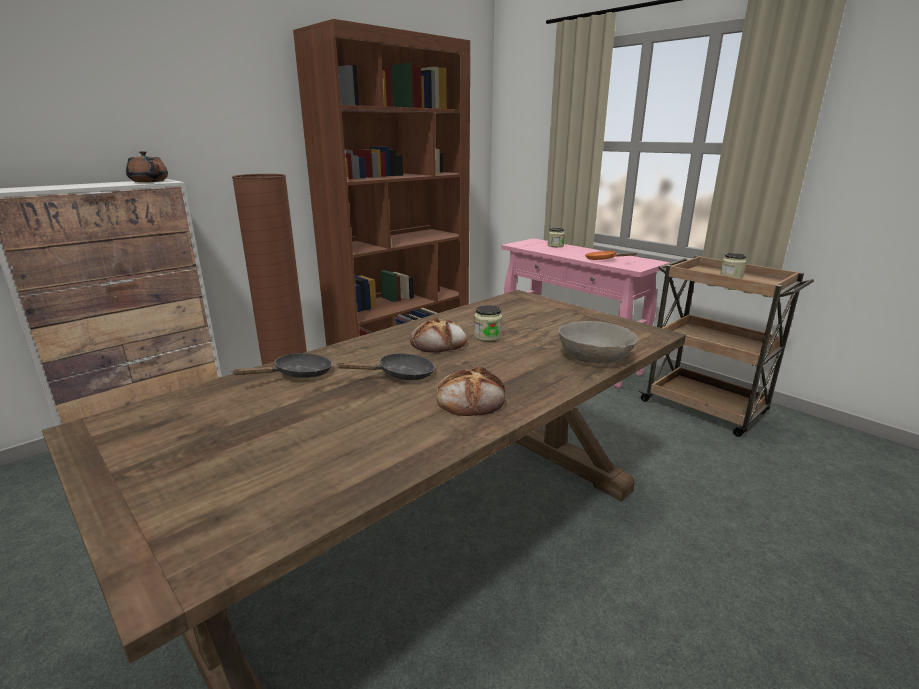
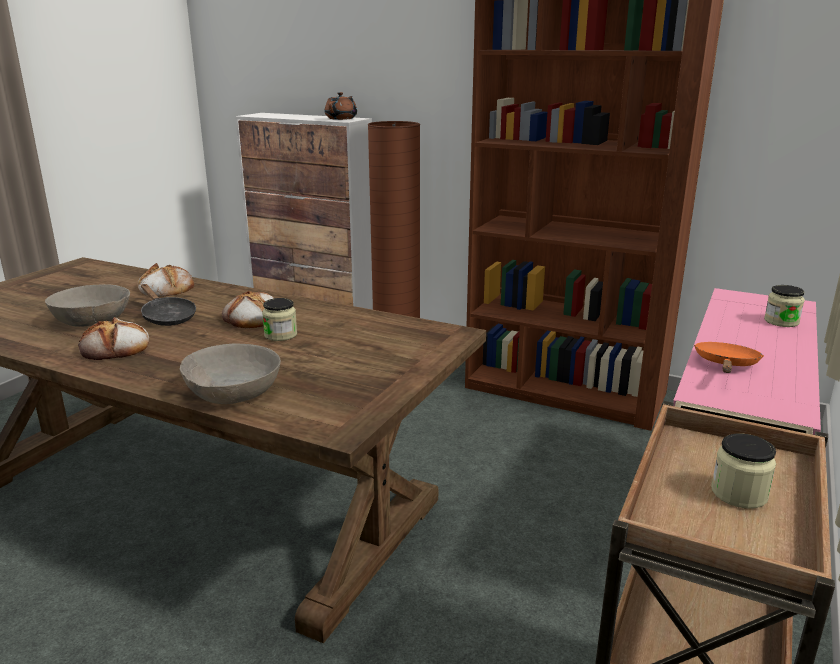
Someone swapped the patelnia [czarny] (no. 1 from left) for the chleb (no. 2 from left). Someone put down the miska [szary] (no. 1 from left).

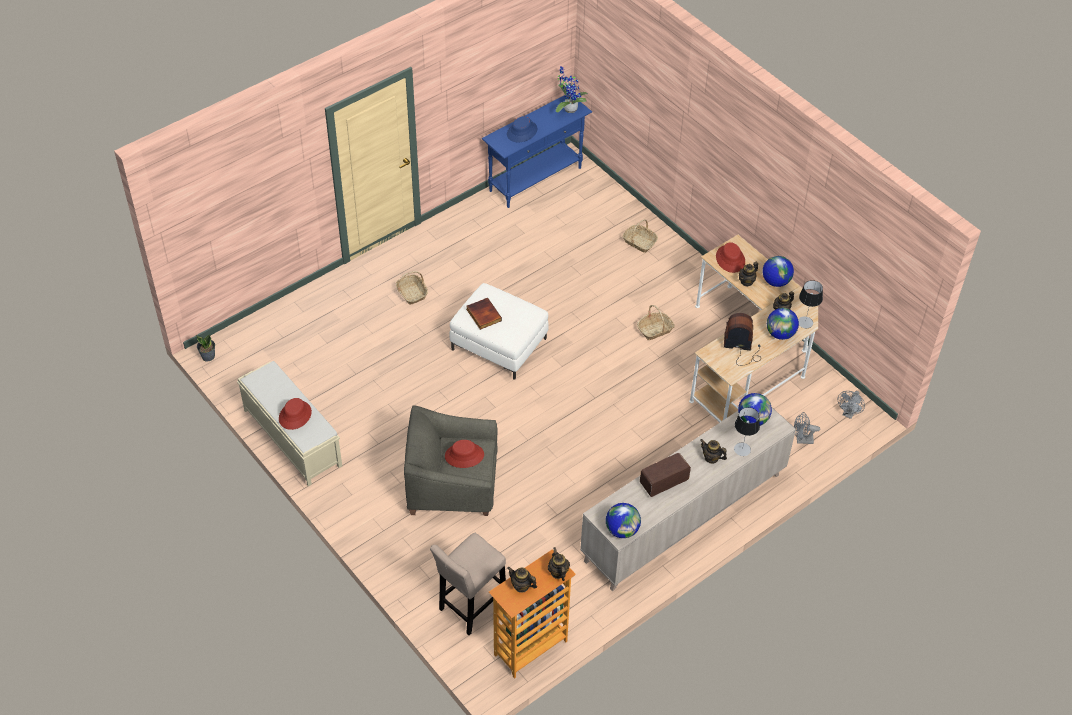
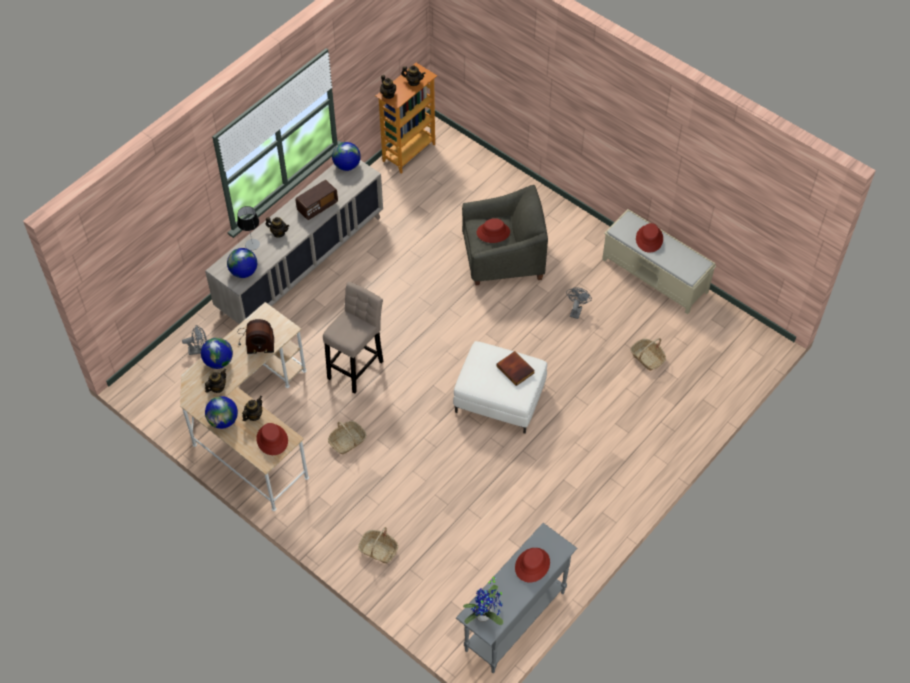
Someone repainted the stolik konsolowy [niebieski], which became the stolik konsolowy [szary]. Someone repainted the kapelusz [niebieski], which became the kapelusz [czerwony] (no. 3 from left). Someone carried the koszyk (no. 1 from left in the first image). Someone took away the lampa stołowa (no. 2 from left). Someone took away the roślina doniczkowa (no. 1 from left). Someone carried the wentylator [szary] (no. 2 from left). Someone carried the stołek [beżowy].

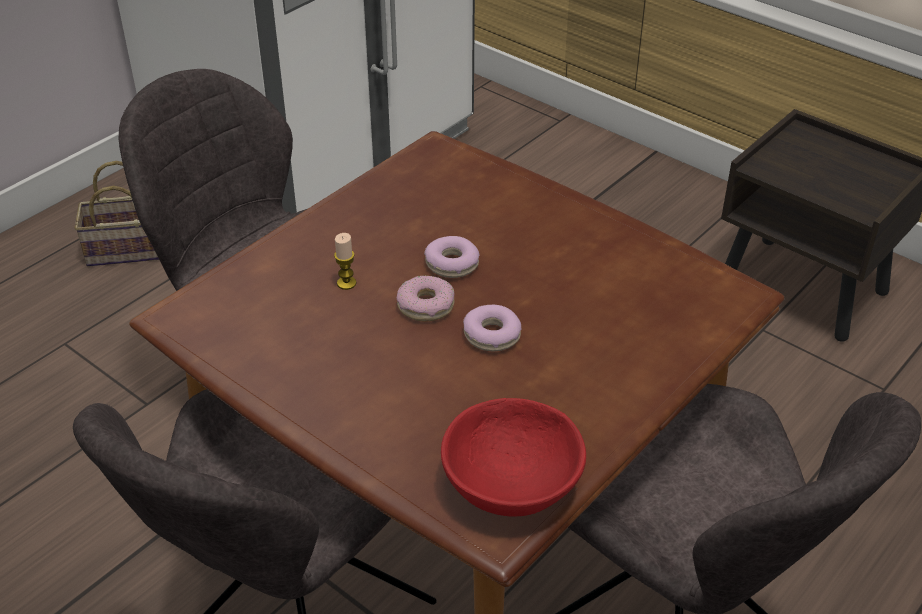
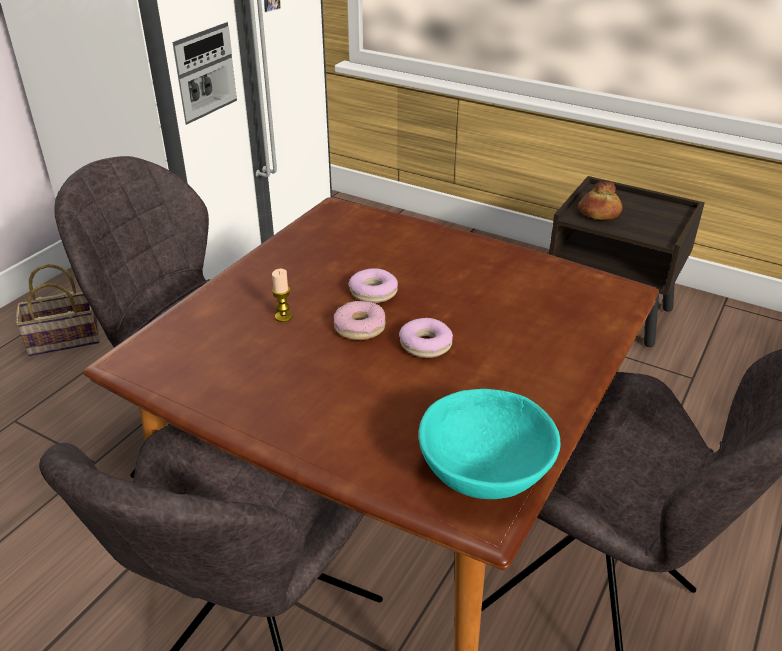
Someone repainted the miska [czerwony], which became the miska [turkusowy]. Someone put down the chleb.

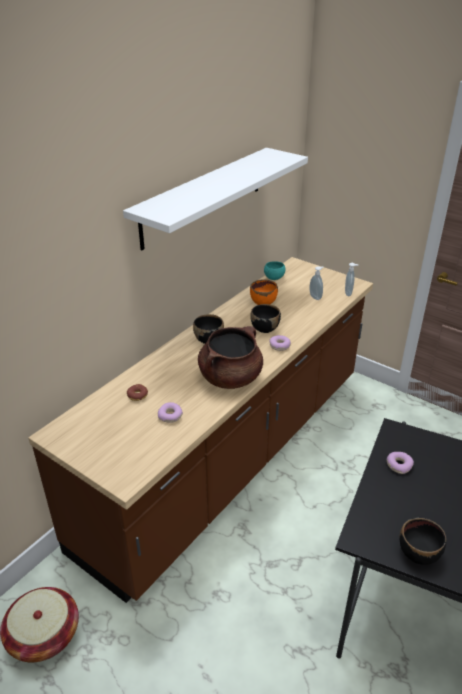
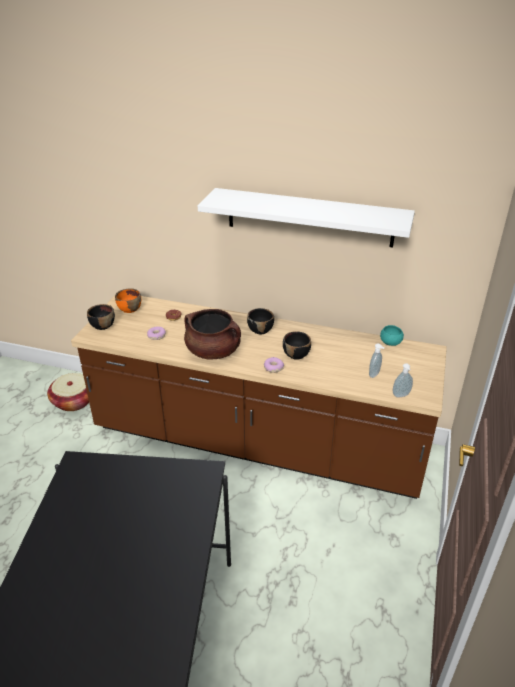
Someone carried the miska [pomarańczowy]. Someone took away the donut (no. 4 from left). Someone carried the miska [czarny] (no. 3 from left in the first image).

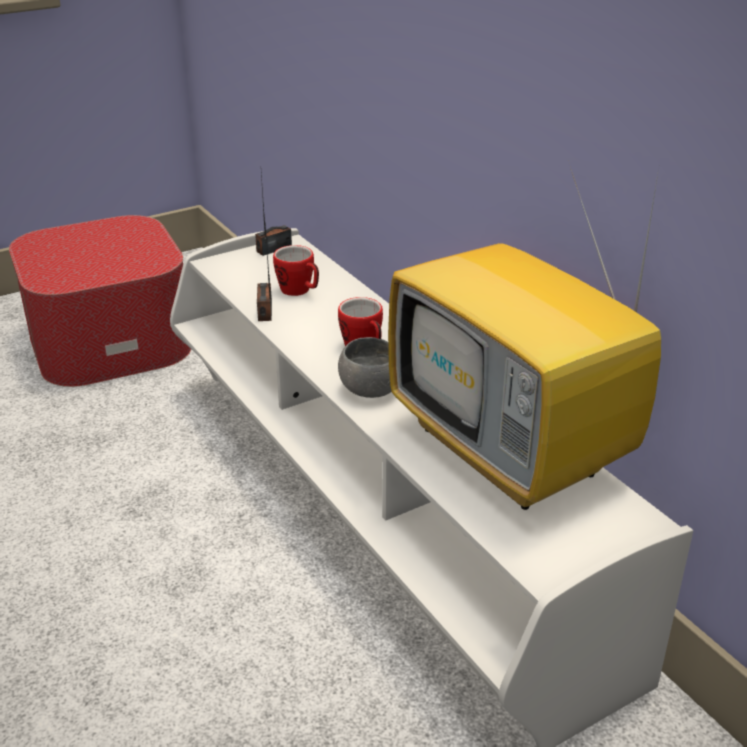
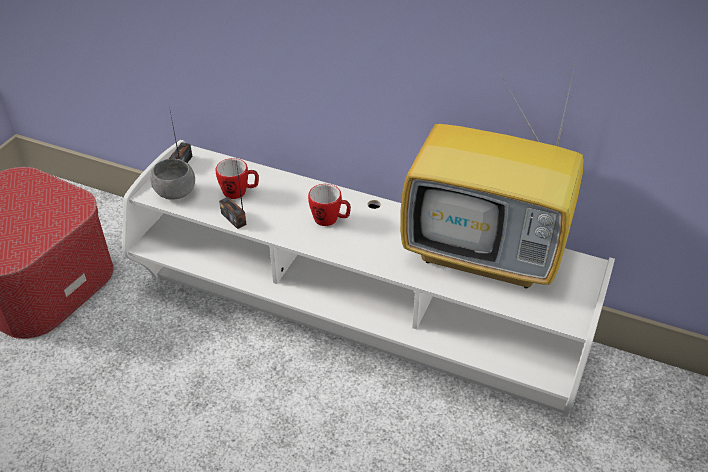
Someone carried the miska [szary].

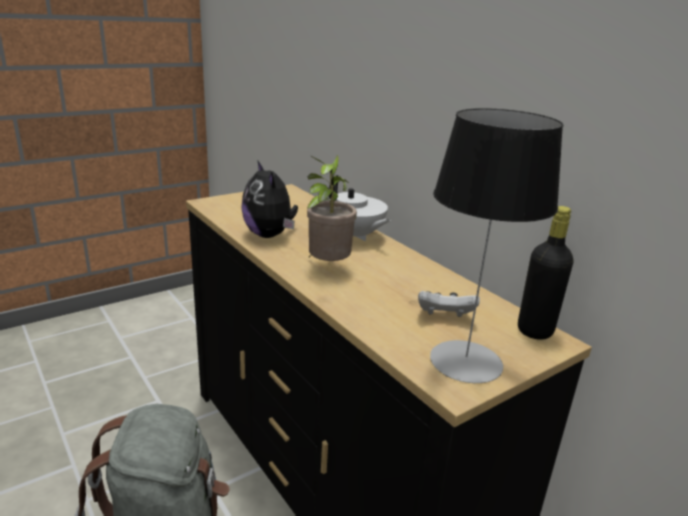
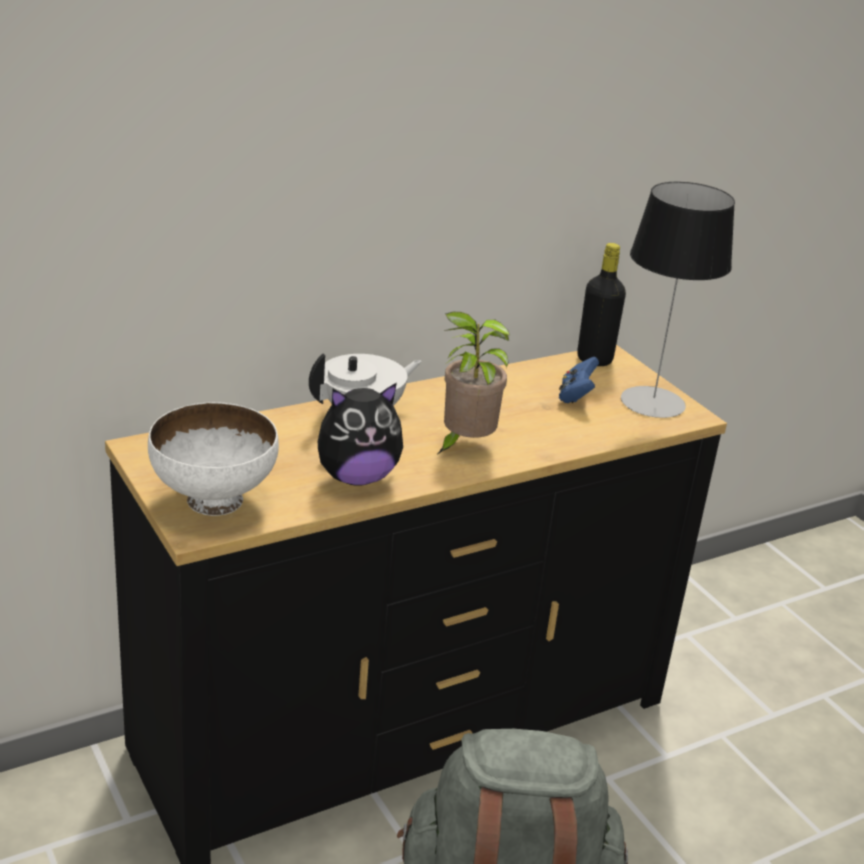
Someone repainted the pad do gier [biały], which became the pad do gier [niebieski]. Someone put down the miska [biały].

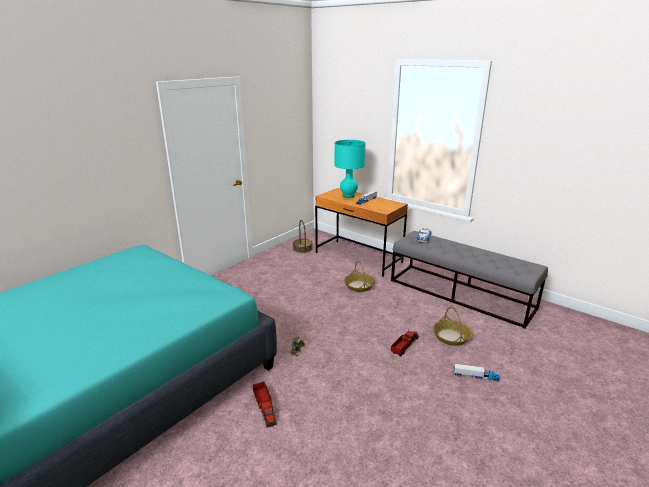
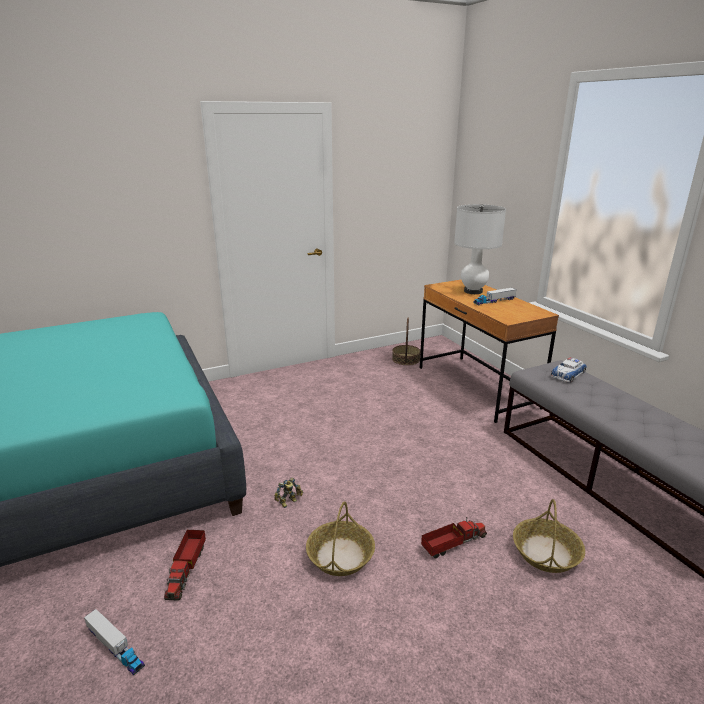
Someone repainted the lampa stołowa [turkusowy], which became the lampa stołowa [biały]. Someone carried the koszyk (no. 2 from left in the first image). Someone carried the ciężarówka zabawkowa (no. 4 from left in the first image).

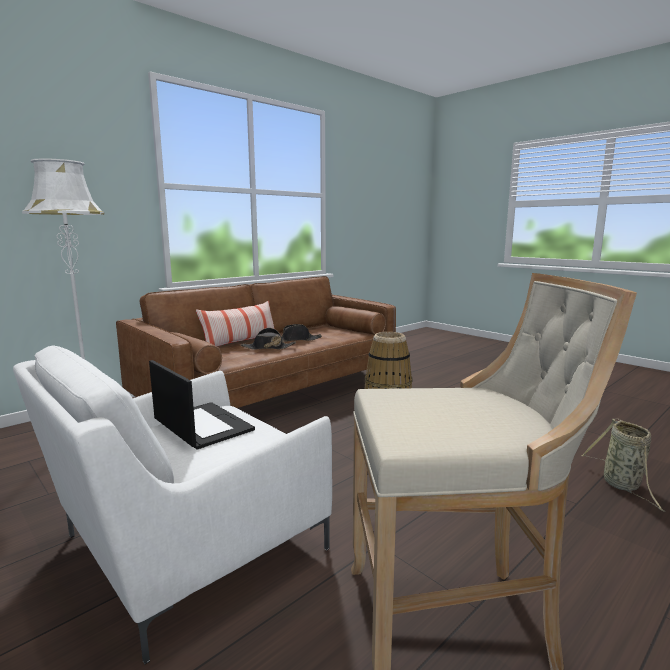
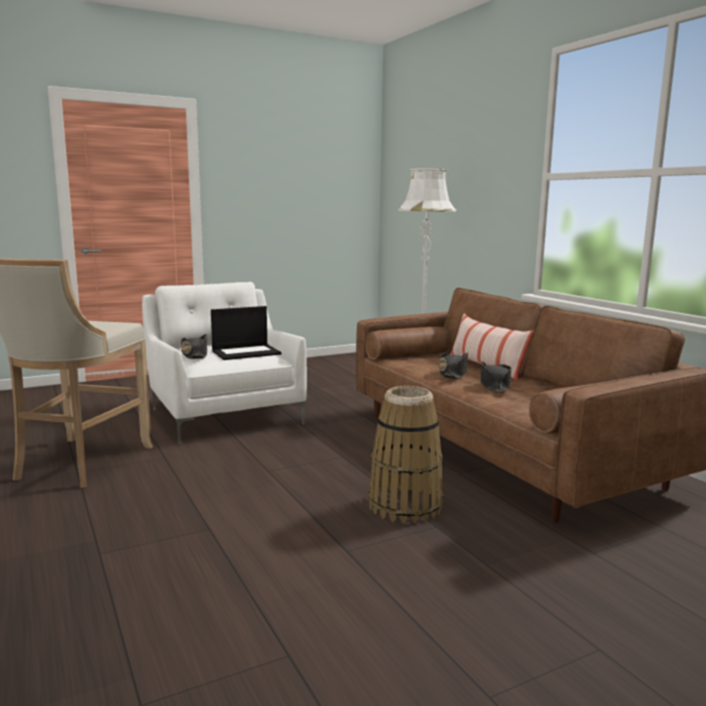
Someone took away the koszyk (no. 2 from left). Someone put down the kapelusz [czarny] (no. 1 from left).

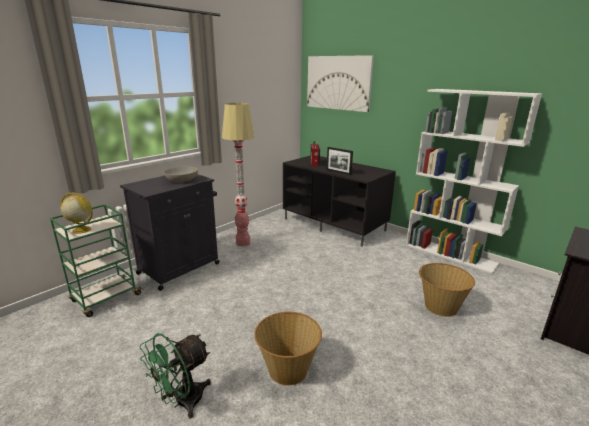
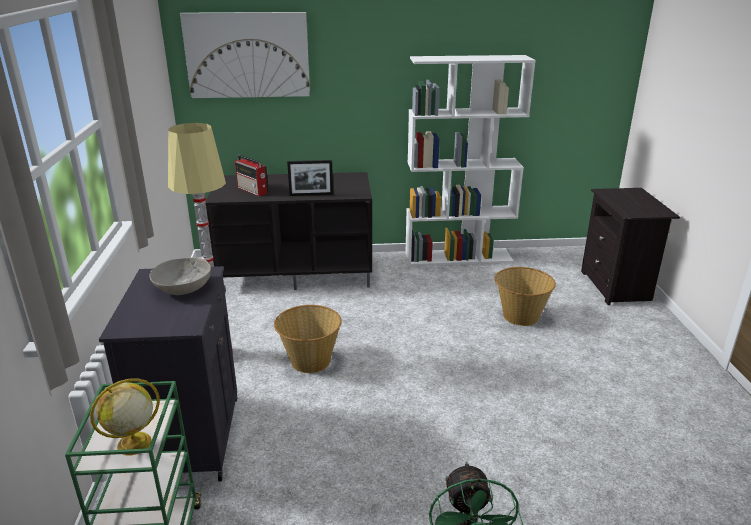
Someone carried the koszyk (no. 1 from left).

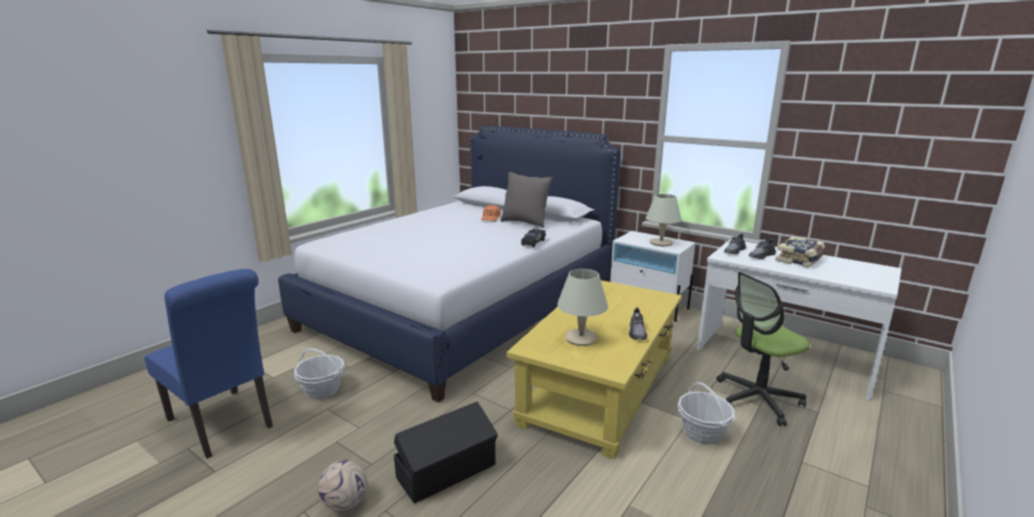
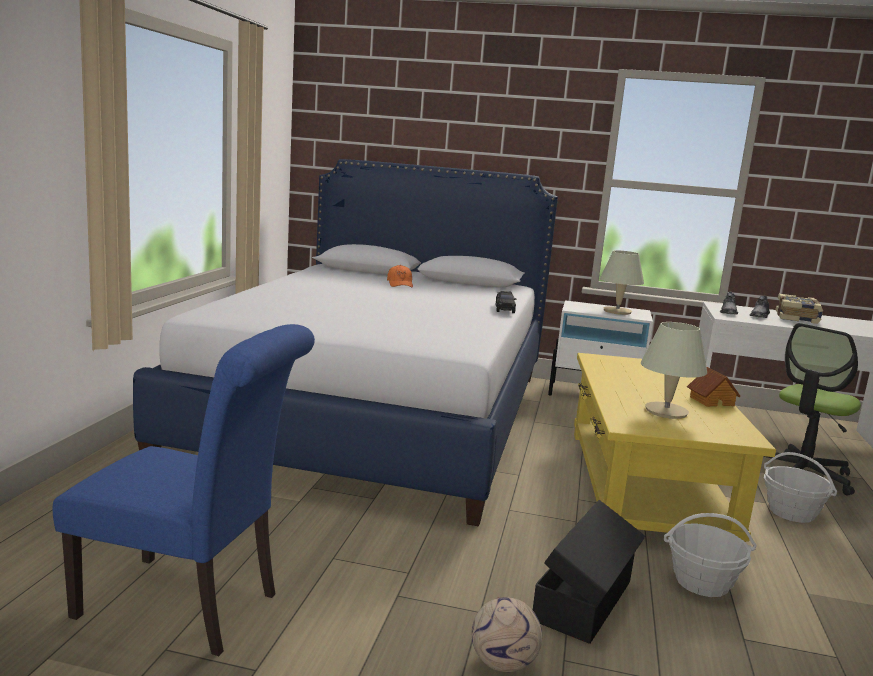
Someone took away the poduszka [szary]. Someone swapped the but [szary] (no. 1 from left) for the domek. Someone carried the koszyk (no. 1 from left).

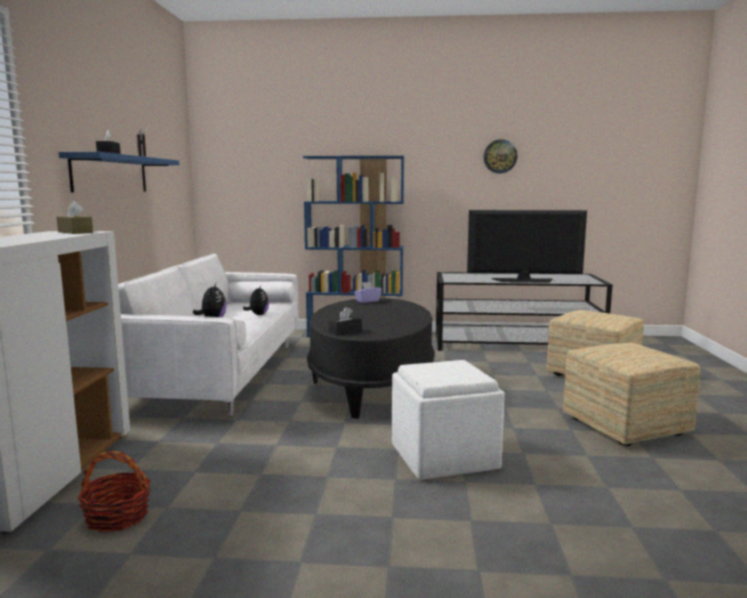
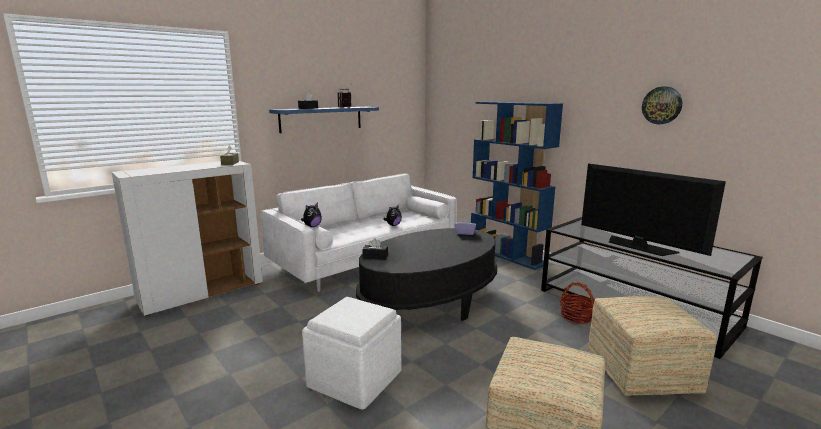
Someone carried the koszyk.

